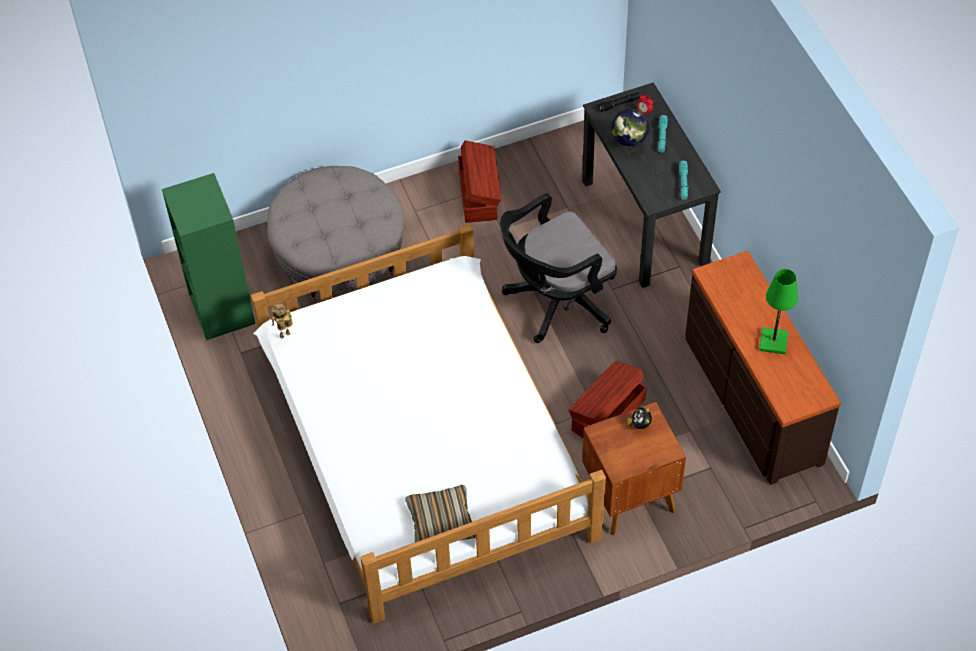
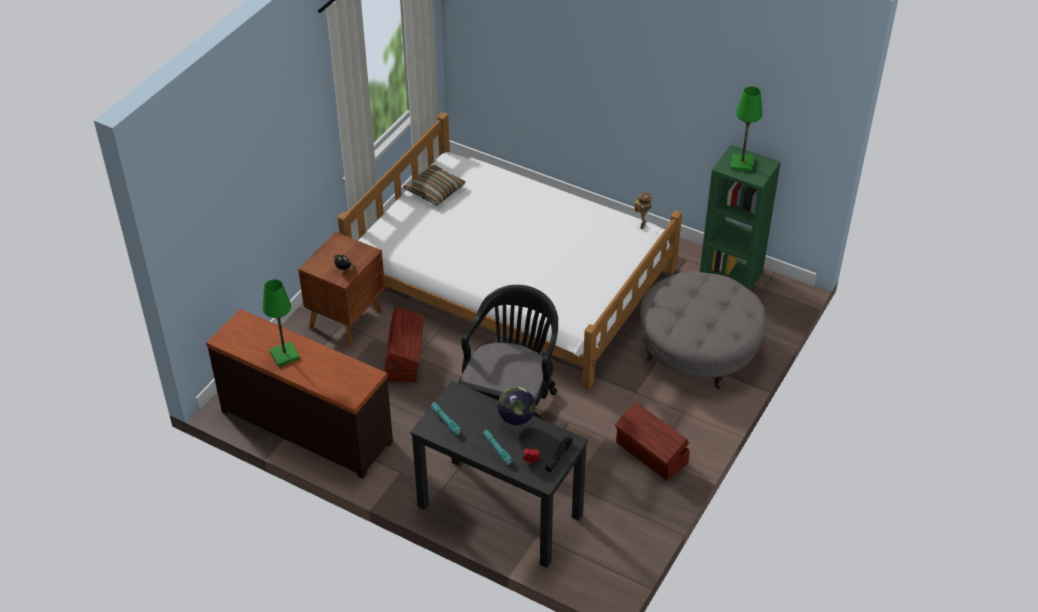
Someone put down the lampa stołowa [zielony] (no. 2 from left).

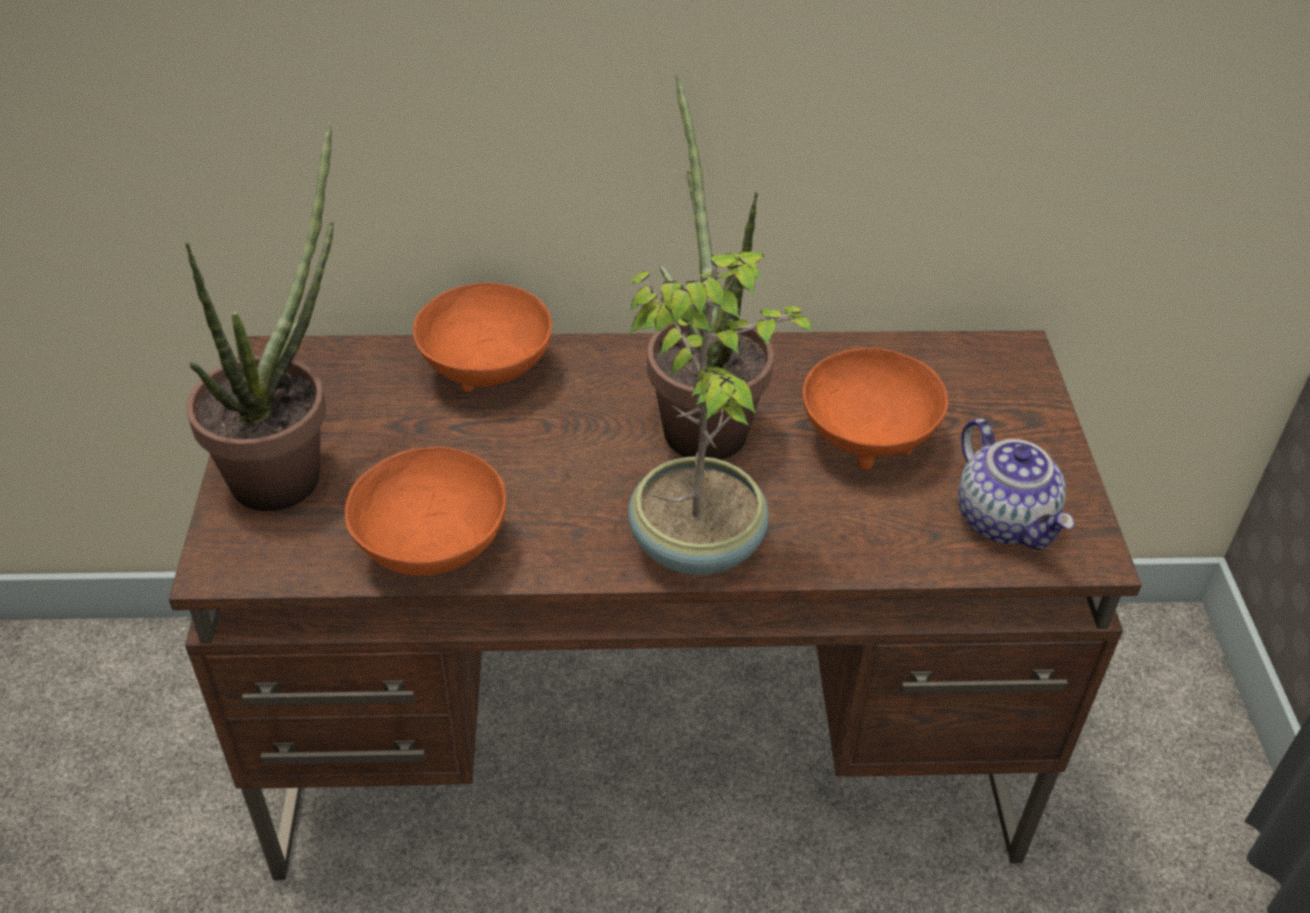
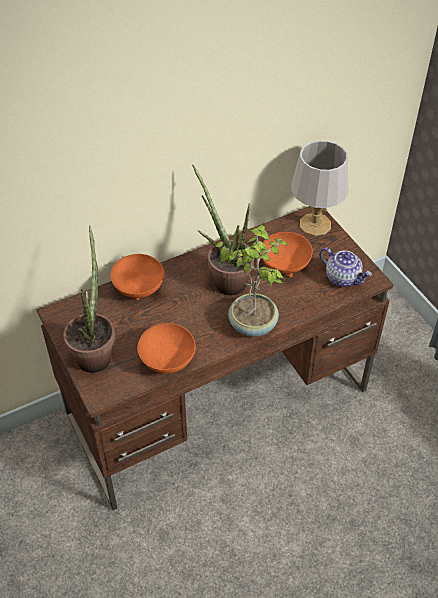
Someone put down the lampa stołowa [szary].

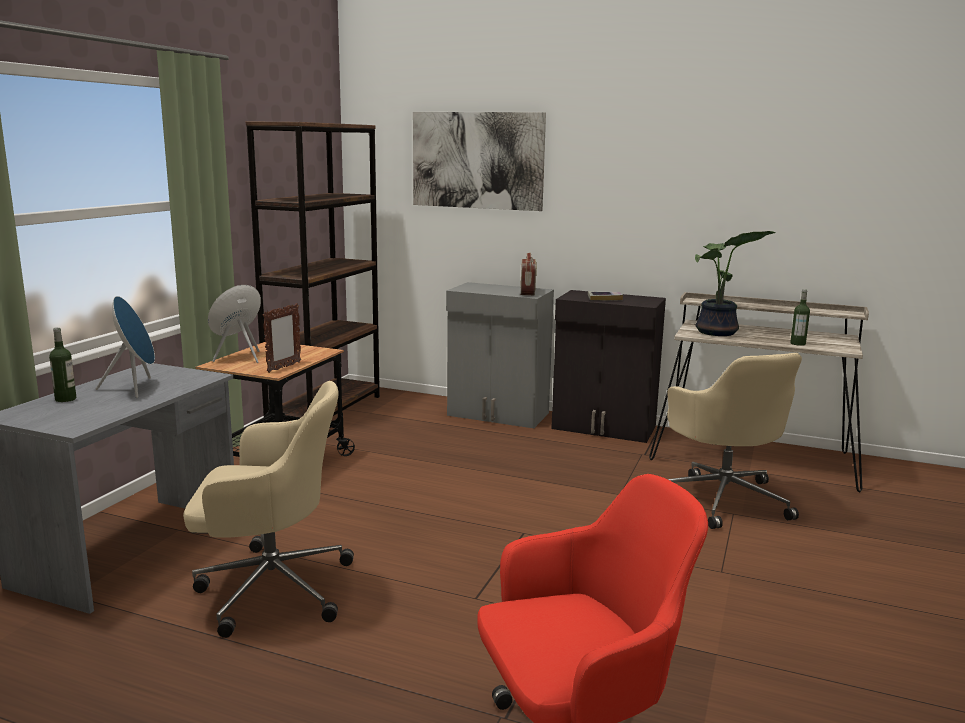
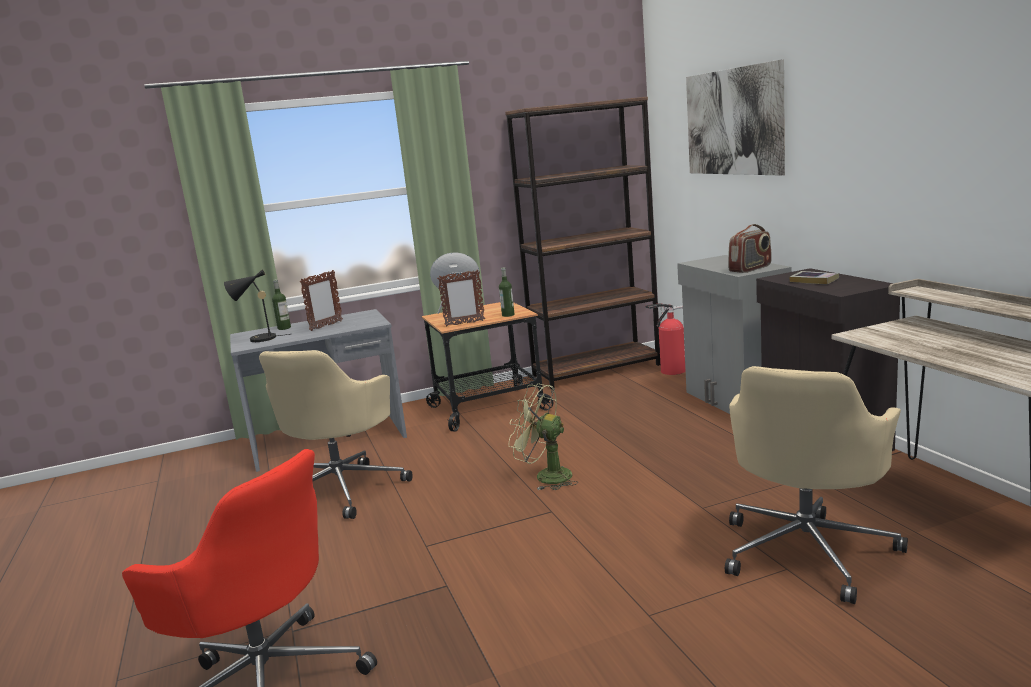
Someone took away the roślina doniczkowa. Someone carried the butelka (no. 2 from left). Someone swapped the głośnik [niebieski] (no. 1 from left) for the ramka na zdjęcie (no. 1 from left). Someone rotated the krzesło biurowe [beżowy] (no. 1 from left) by 60 degrees clockwise. Someone put down the lampa stołowa [czarny]. Someone put down the gaśnica. Someone put down the wentylator [zielony].

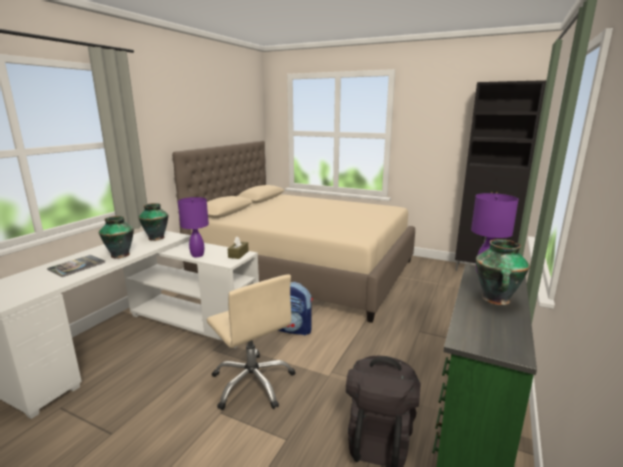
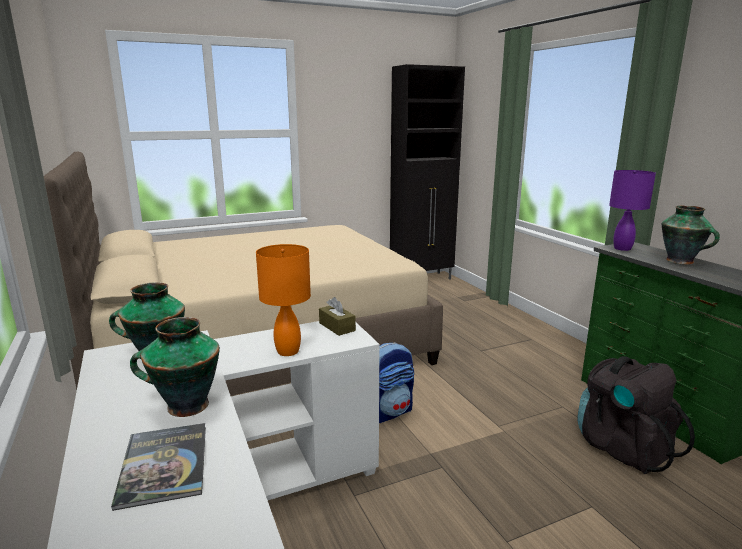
Someone repainted the lampa stołowa [fioletowy] (no. 1 from left), which became the lampa stołowa [pomarańczowy]. Someone took away the krzesło biurowe [beżowy].

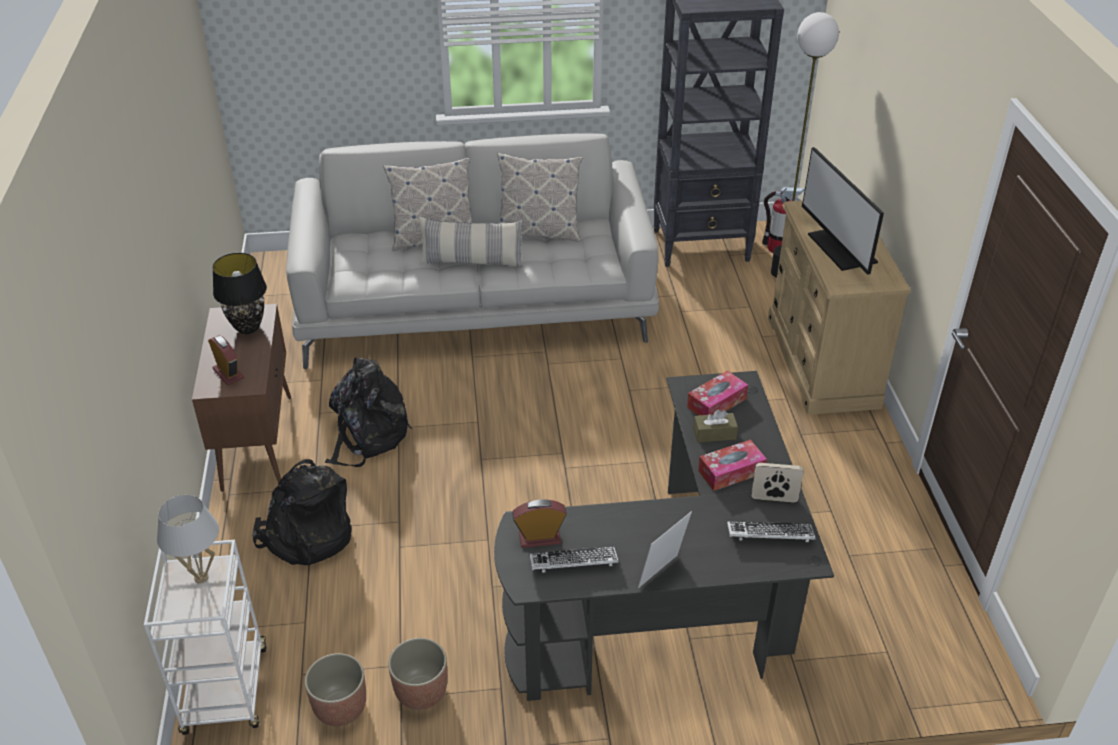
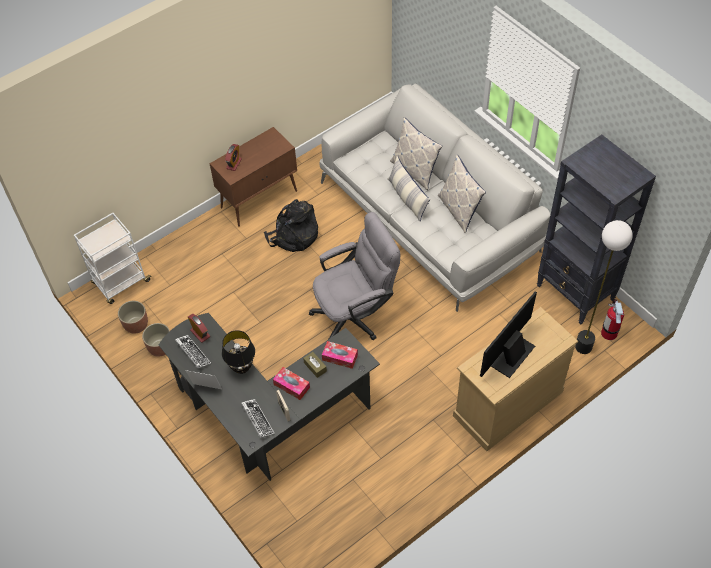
Someone carried the lampa stołowa [czarny]. Someone took away the plecak [czarny] (no. 1 from left). Someone took away the lampa stołowa [biały]. Someone put down the krzesło biurowe [szary].

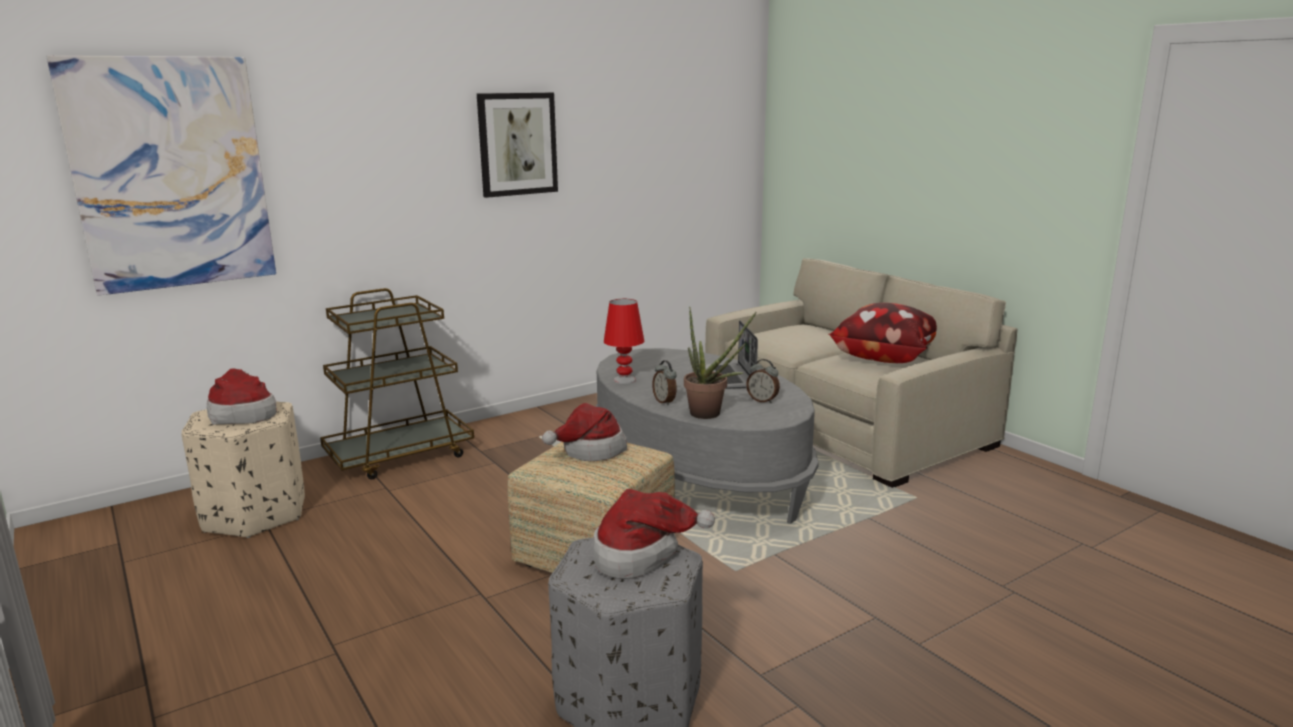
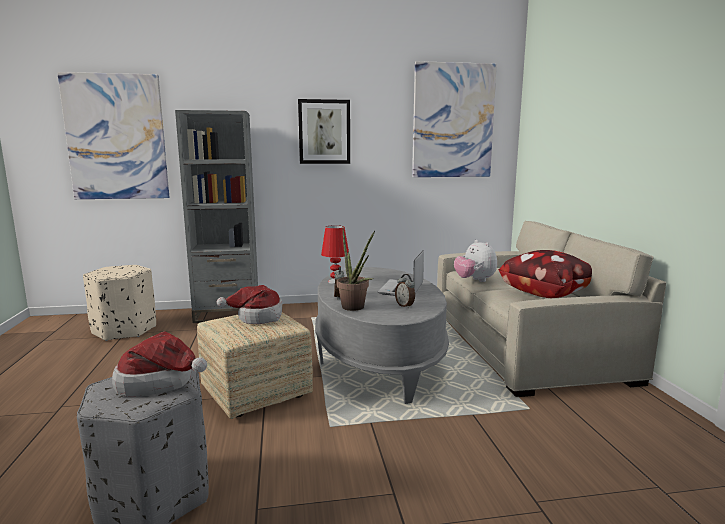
Someone swapped the wózek [brązowy] for the regał [szary]. Someone took away the kapelusz (no. 1 from left). Someone put up the obraz (no. 3 from left). Someone put down the pluszak.

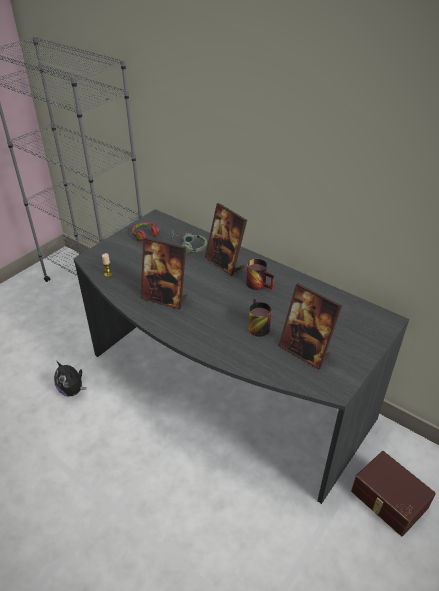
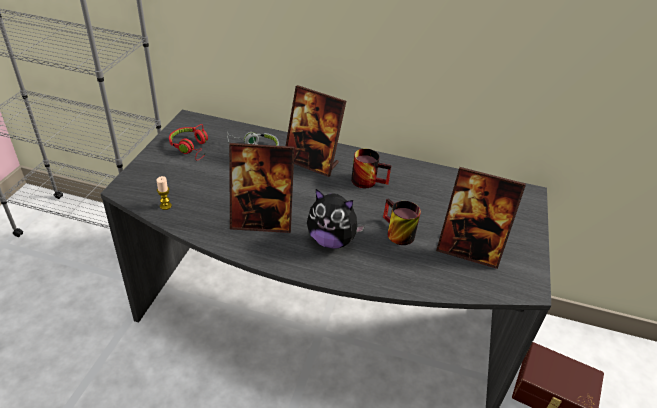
Someone carried the pluszak.

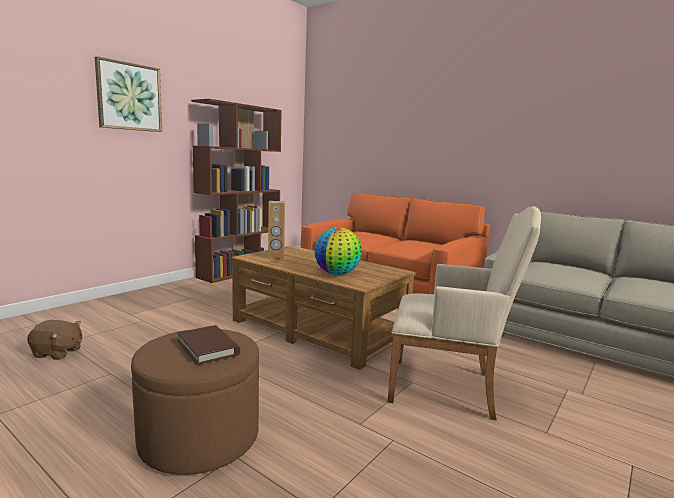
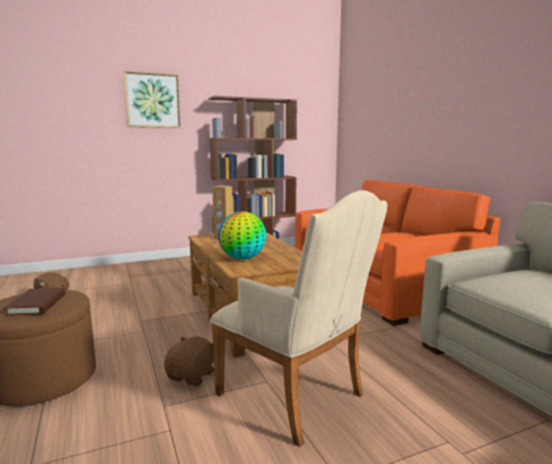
Someone put down the pluszak [brązowy] (no. 2 from left).

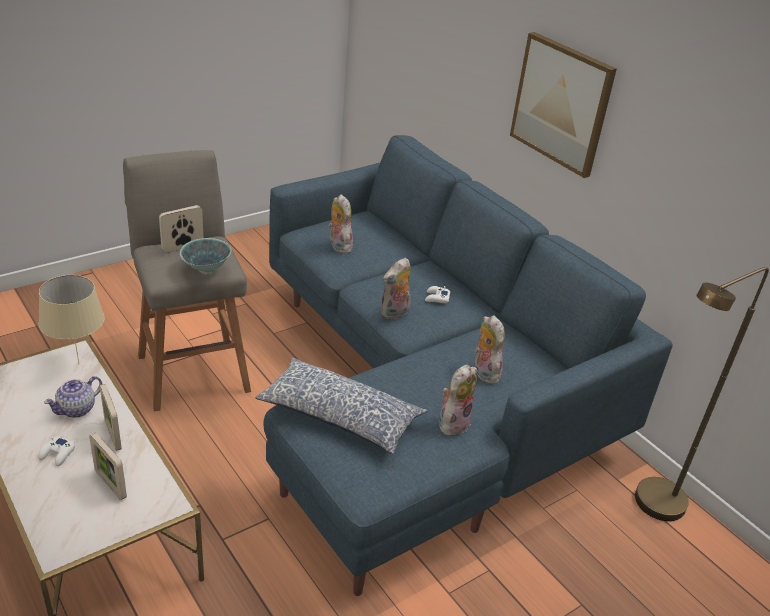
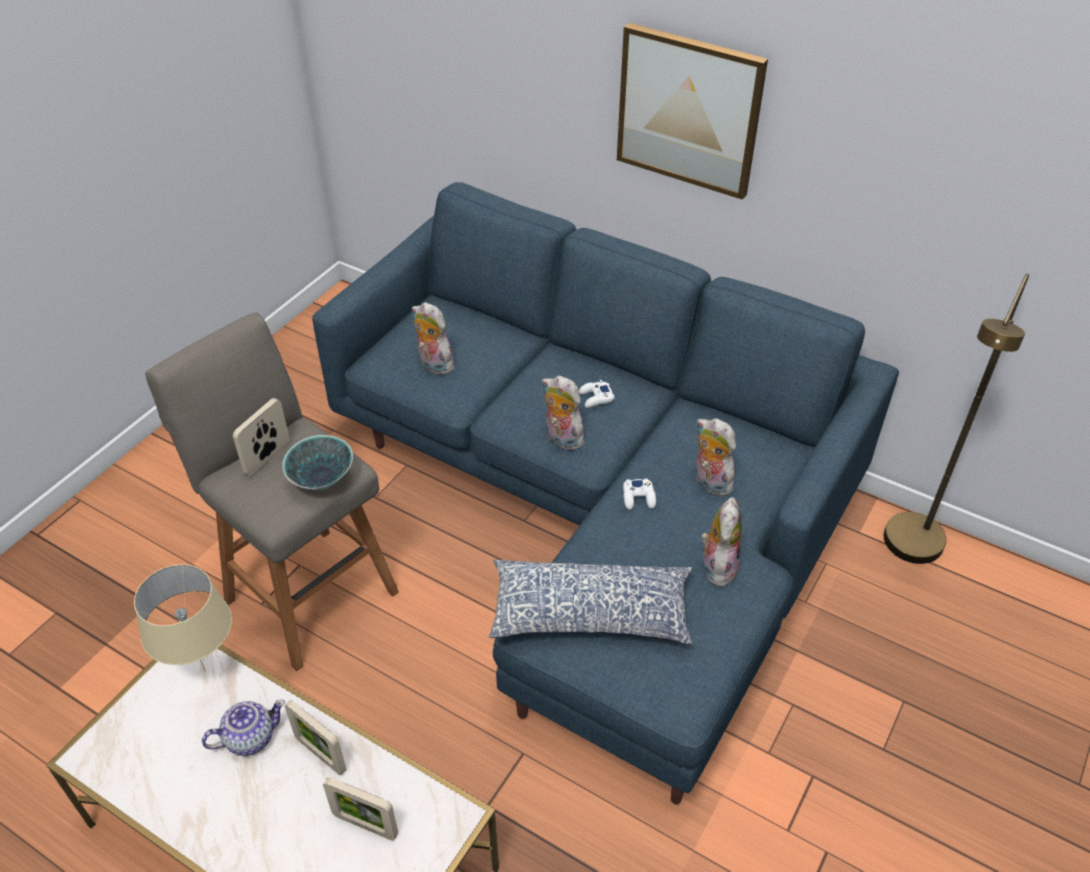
Someone rotated the pluszak (no. 2 from left) by 105 degrees clockwise. Someone rotated the imbryk by 135 degrees counterclockwise. Someone carried the pad do gier [biały] (no. 1 from left in the first image).

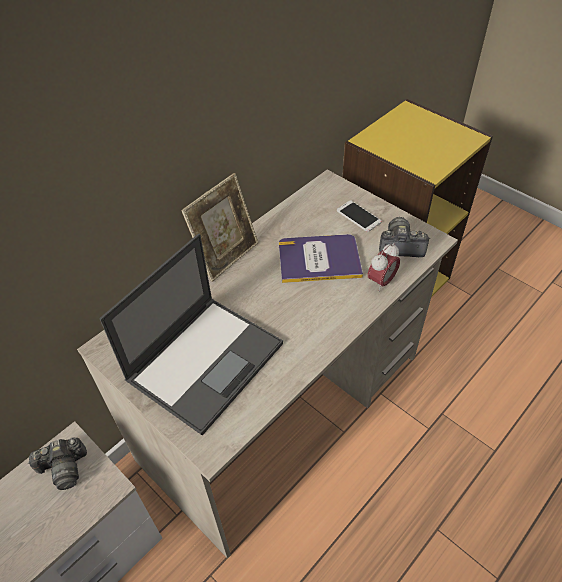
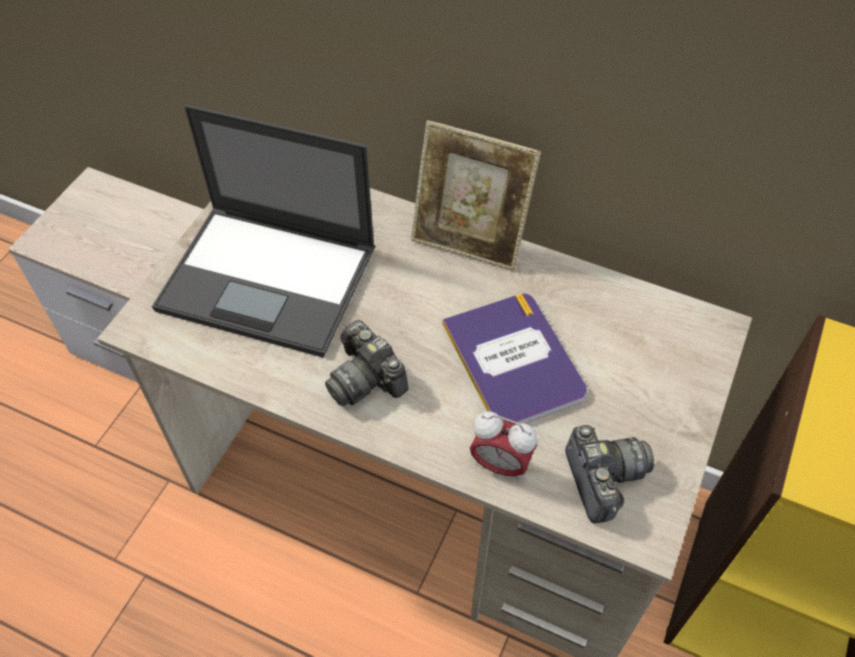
Someone took away the telefon. Someone carried the aparat fotograficzny (no. 1 from left).

